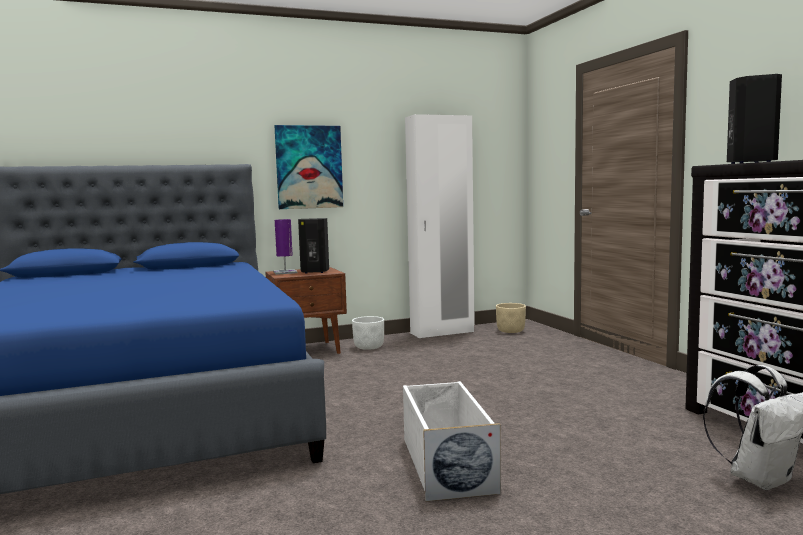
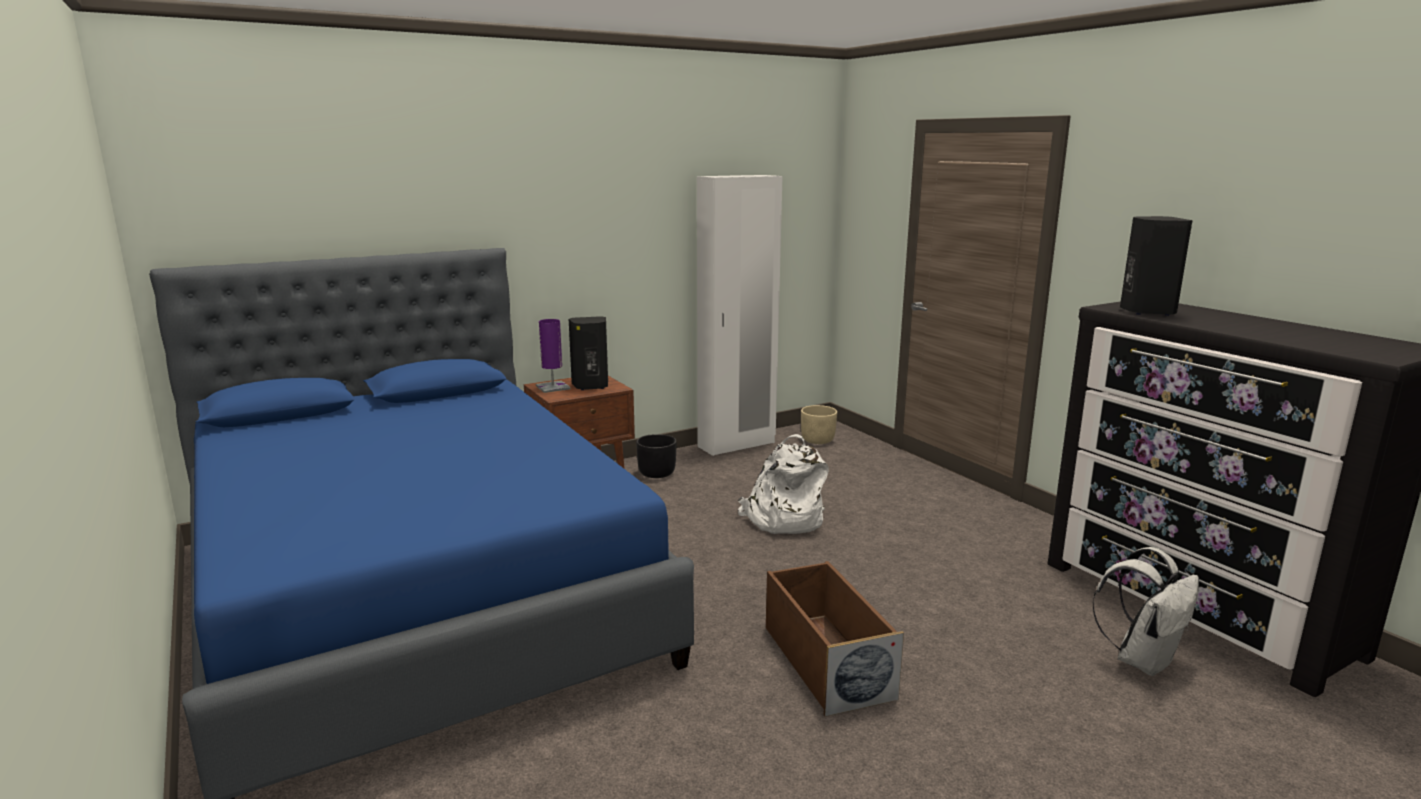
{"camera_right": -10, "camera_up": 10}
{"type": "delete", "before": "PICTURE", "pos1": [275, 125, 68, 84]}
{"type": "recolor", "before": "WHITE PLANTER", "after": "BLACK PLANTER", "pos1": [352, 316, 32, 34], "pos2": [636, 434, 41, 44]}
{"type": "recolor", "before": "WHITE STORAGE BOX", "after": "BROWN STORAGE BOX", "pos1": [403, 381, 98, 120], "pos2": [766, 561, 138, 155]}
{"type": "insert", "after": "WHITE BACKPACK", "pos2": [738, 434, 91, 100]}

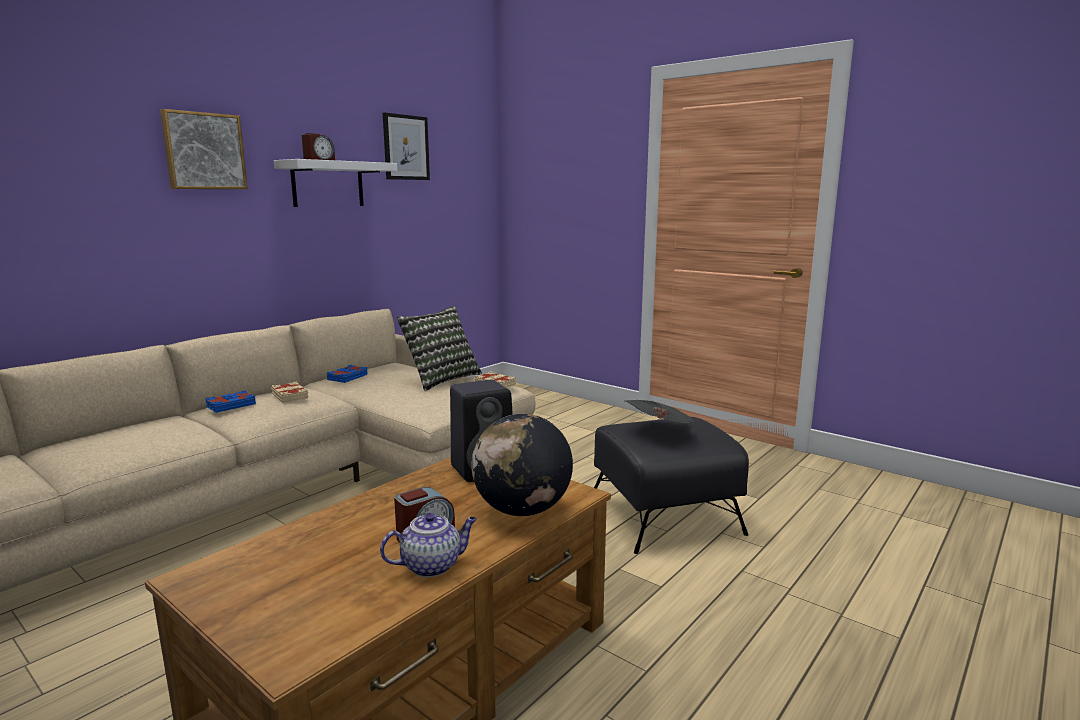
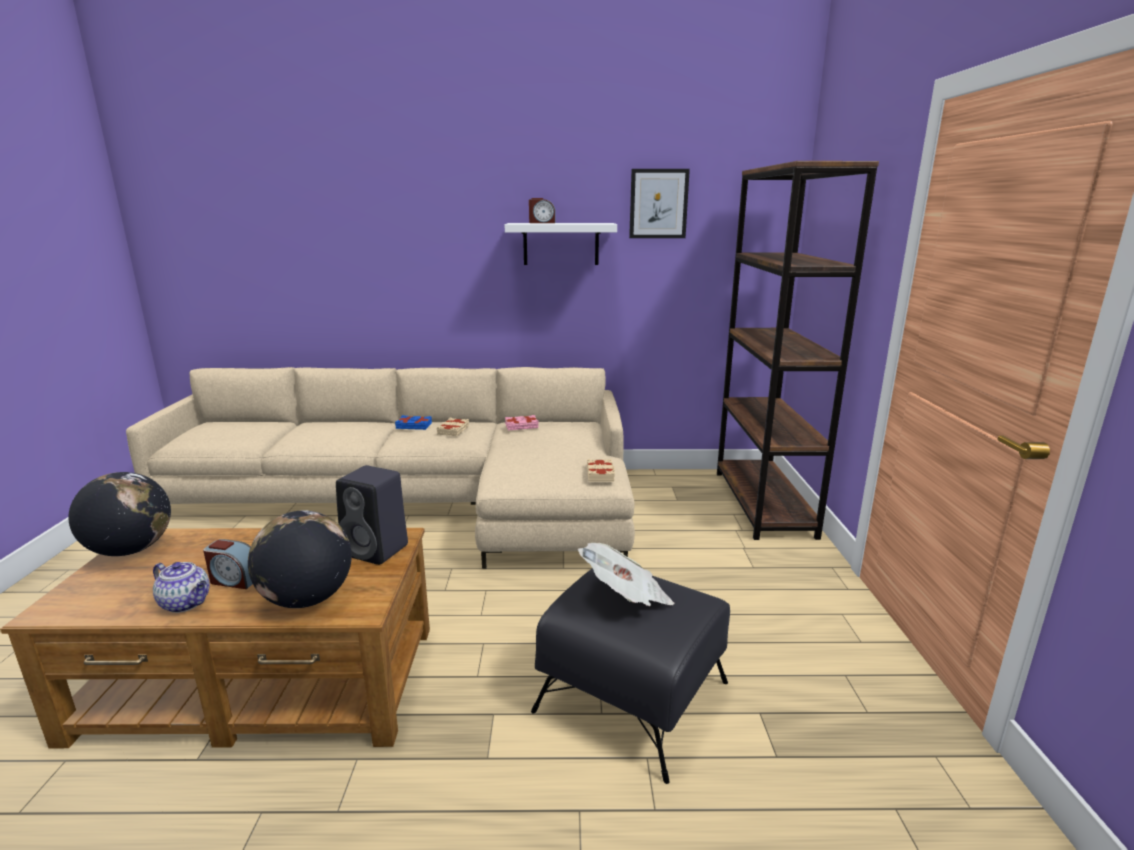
{"camera_right": 50, "camera_up": 5}
{"type": "delete", "before": "PICTURE", "pos1": [160, 109, 88, 80]}
{"type": "recolor", "before": "BLUE BOOK", "after": "PINK BOOK", "pos1": [327, 365, 41, 18], "pos2": [505, 415, 34, 15]}
{"type": "delete", "before": "PILLOW", "pos1": [397, 306, 85, 85]}
{"type": "insert", "after": "GLOBE", "pos2": [68, 472, 103, 84]}
{"type": "insert", "after": "BROWN BOOKCASE", "pos2": [717, 161, 162, 379]}

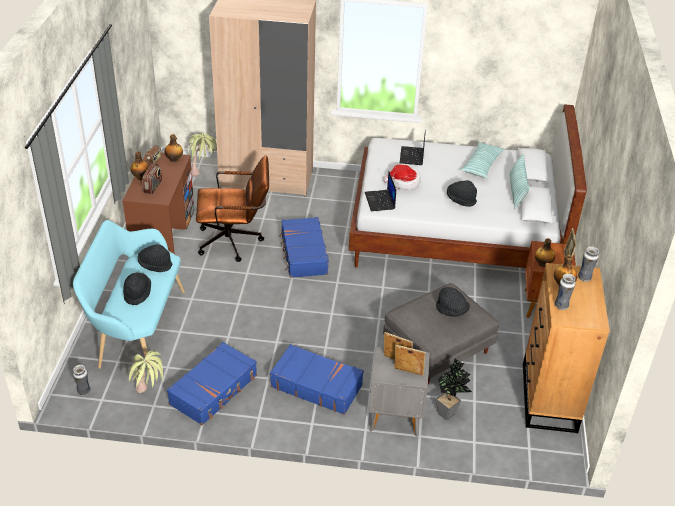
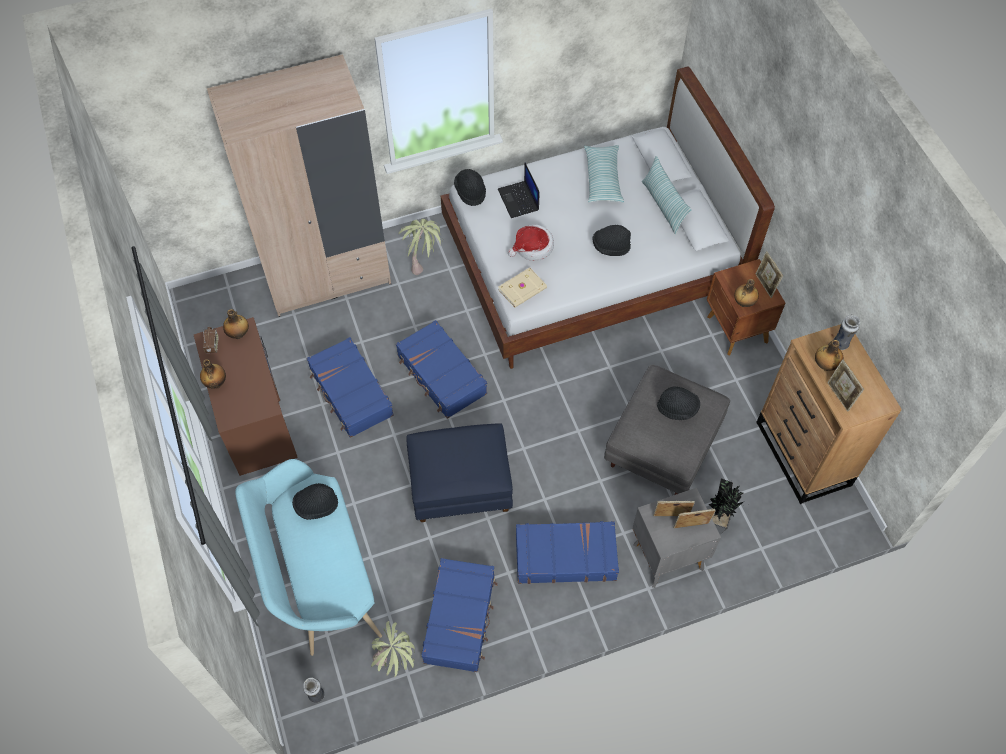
{"camera_right": -25, "camera_up": 20}
{"type": "move", "before": "BLACK HAT", "pos1": [123, 272, 28, 33], "pos2": [454, 169, 32, 37]}
{"type": "delete", "before": "RADIO", "pos1": [142, 163, 20, 31]}
{"type": "move", "before": "POTTED PLANT", "pos1": [188, 133, 29, 44], "pos2": [398, 219, 45, 56]}
{"type": "replace", "before": "BROWN OFFICE CHAIR", "after": "BLUE SUITCASE", "pos1": [196, 155, 73, 107], "pos2": [306, 337, 88, 101]}
{"type": "replace", "before": "LAPTOP", "after": "BEIGE BOOK", "pos1": [365, 172, 31, 39], "pos2": [498, 267, 49, 41]}
{"type": "replace", "before": "VASE", "after": "PICTURE FRAME", "pos1": [555, 274, 21, 36], "pos2": [827, 360, 37, 52]}
{"type": "insert", "after": "BLUE OTTOMAN", "pos2": [406, 423, 107, 99]}

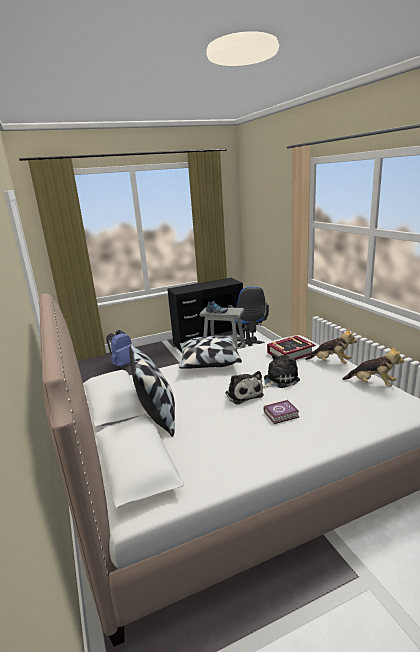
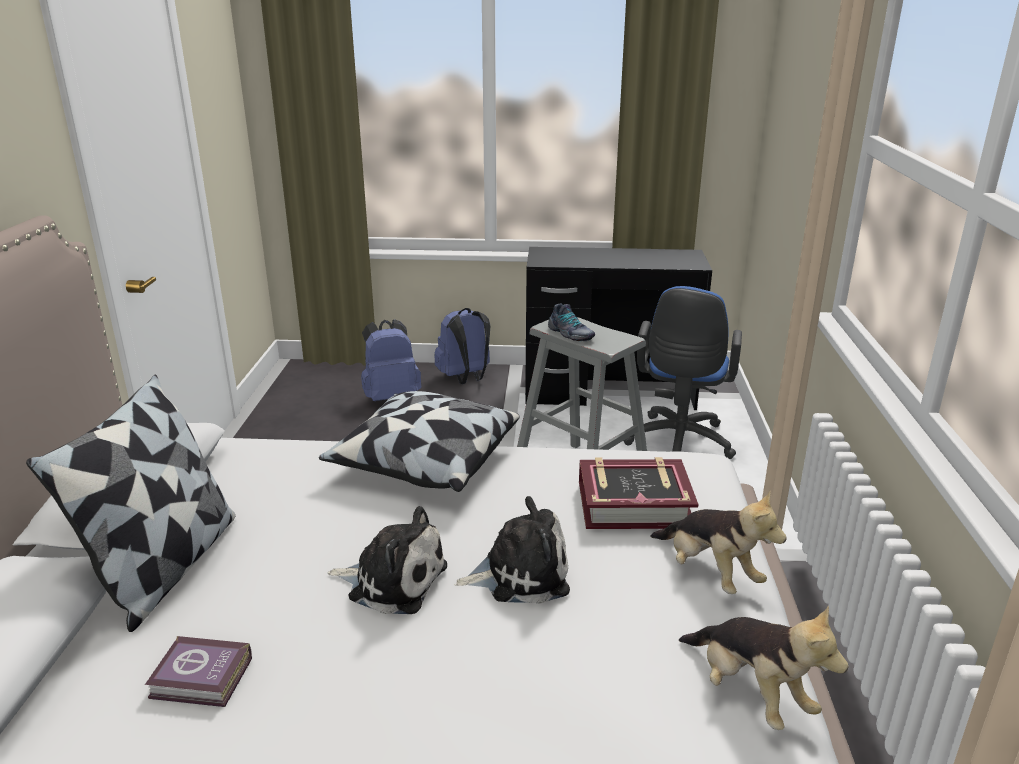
{"camera_right": 25, "camera_up": 5}
{"type": "rotate", "before": "PLUSH TOY", "pos1": [225, 371, 39, 34], "pos2": [327, 506, 120, 108], "turn": -75}
{"type": "move", "before": "BOOK", "pos1": [264, 400, 36, 24], "pos2": [145, 636, 107, 71]}
{"type": "insert", "after": "BLUE BACKPACK", "pos2": [435, 308, 55, 76]}

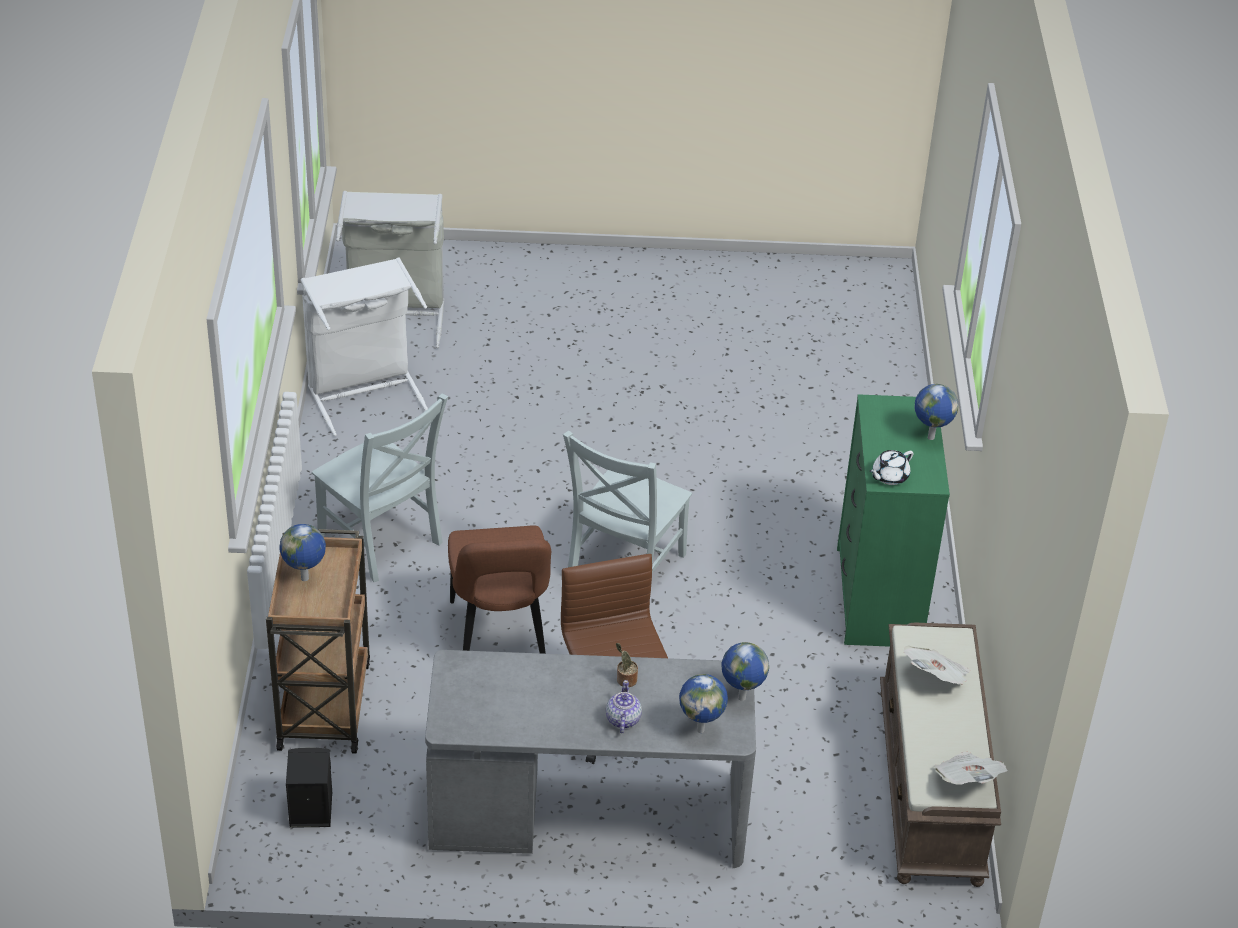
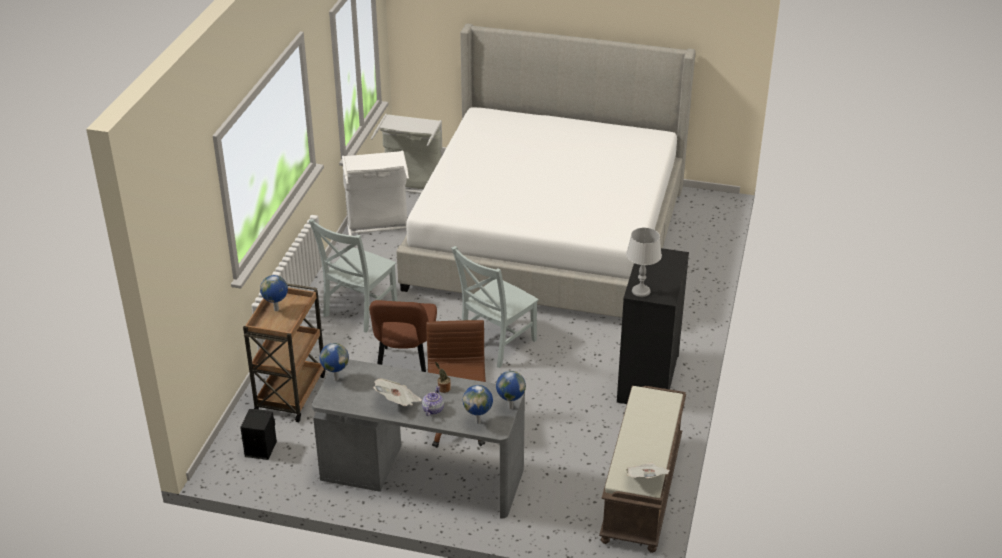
{"camera_right": 15, "camera_up": -5}
{"type": "rotate", "before": "GREY CHAIR", "pos1": [312, 393, 136, 189], "pos2": [309, 219, 88, 114], "turn": 60}
{"type": "recolor", "before": "GREEN DRESSER", "after": "BLACK DRESSER", "pos1": [837, 394, 113, 253], "pos2": [617, 248, 72, 156]}
{"type": "replace", "before": "WHITE TEAPOT", "after": "GREY TABLE LAMP", "pos1": [869, 450, 44, 35], "pos2": [626, 228, 36, 69]}
{"type": "move", "before": "NEWSPAPER", "pos1": [904, 646, 66, 39], "pos2": [373, 378, 49, 28]}
{"type": "move", "before": "GLOBE", "pos1": [914, 384, 44, 56], "pos2": [319, 343, 30, 38]}
{"type": "insert", "after": "BED", "pos2": [396, 24, 300, 294]}

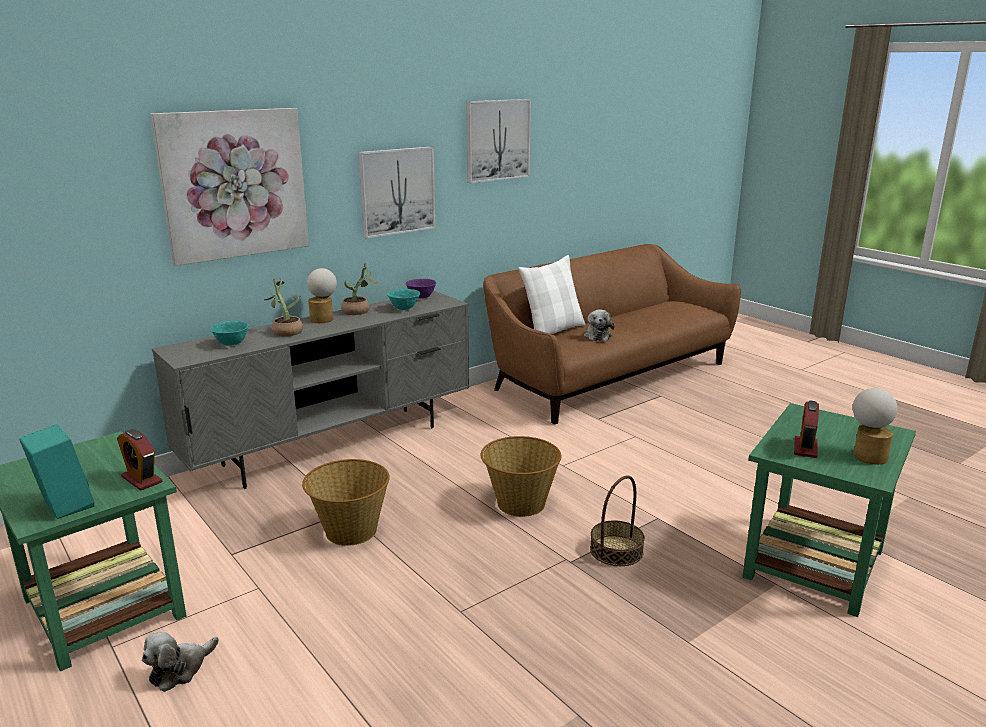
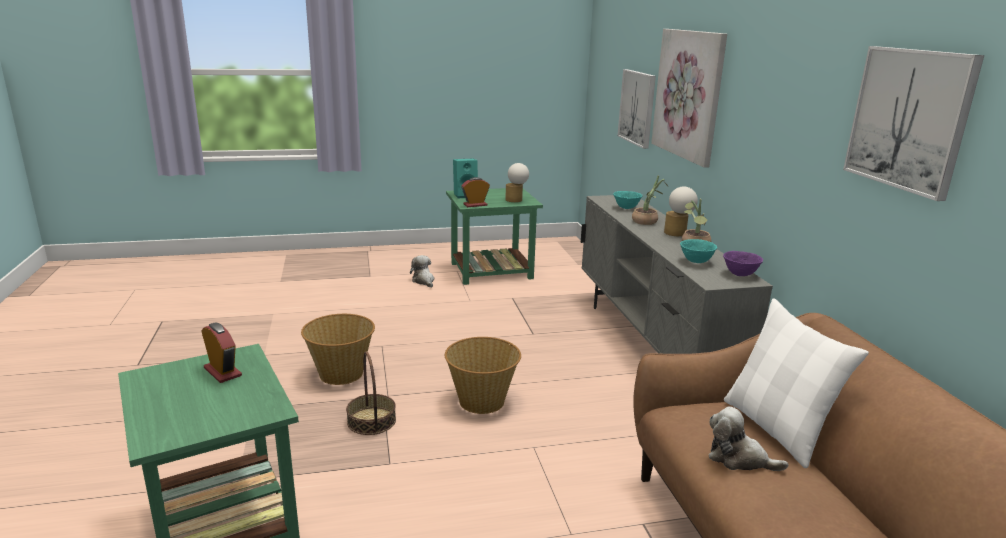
{"camera_right": 115, "camera_up": 0}
{"type": "move", "before": "BASKET", "pos1": [302, 459, 88, 87], "pos2": [301, 314, 74, 71]}
{"type": "move", "before": "PICTURE", "pos1": [358, 147, 78, 92], "pos2": [618, 69, 38, 80]}
{"type": "move", "before": "TABLE LAMP", "pos1": [853, 388, 45, 77], "pos2": [505, 163, 24, 39]}

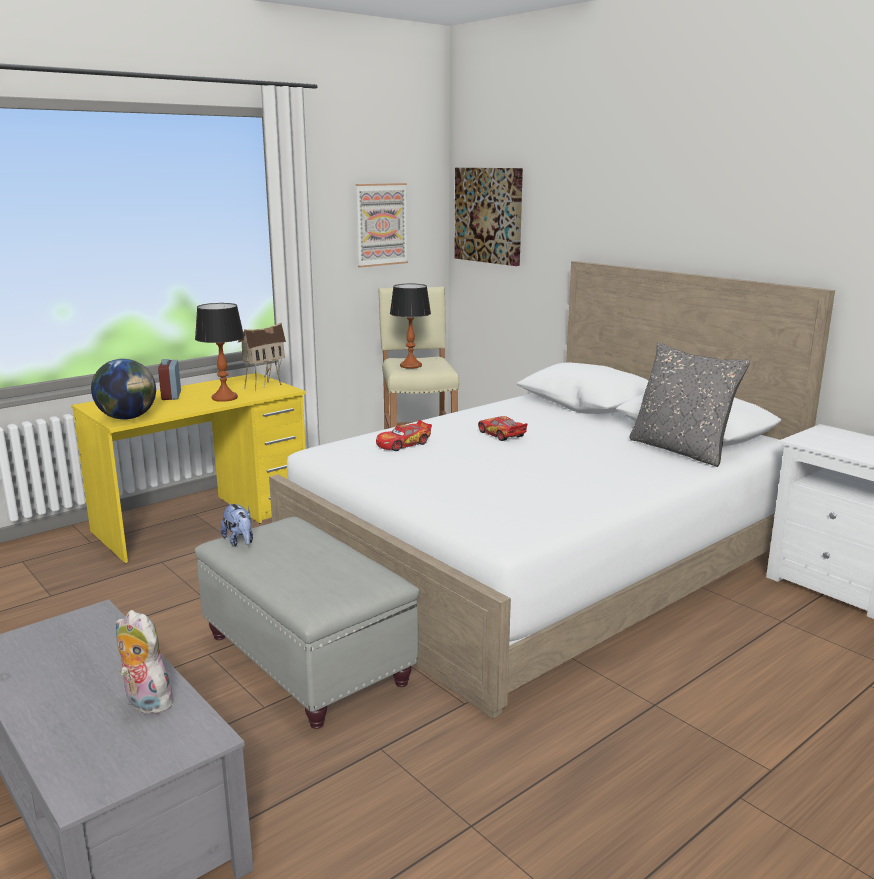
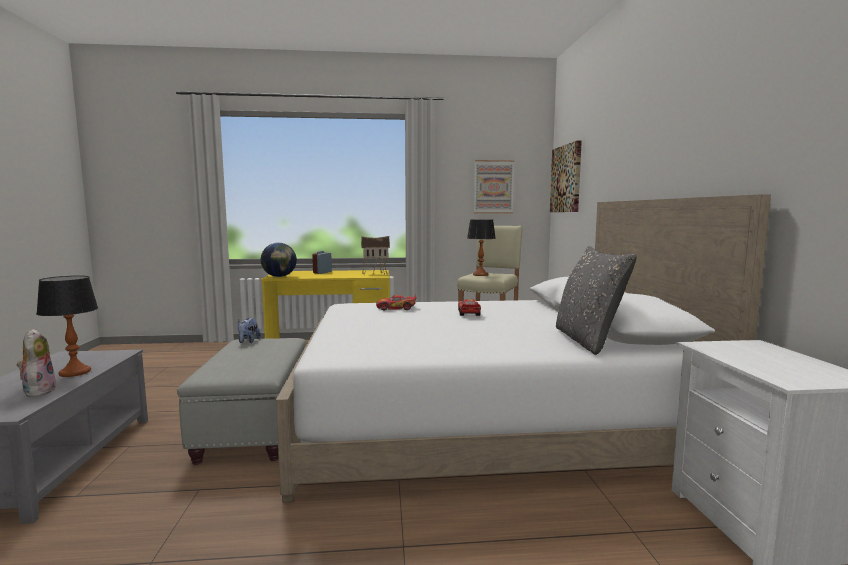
{"camera_right": 35, "camera_up": -10}
{"type": "move", "before": "TABLE LAMP", "pos1": [195, 303, 49, 99], "pos2": [36, 276, 62, 101]}

